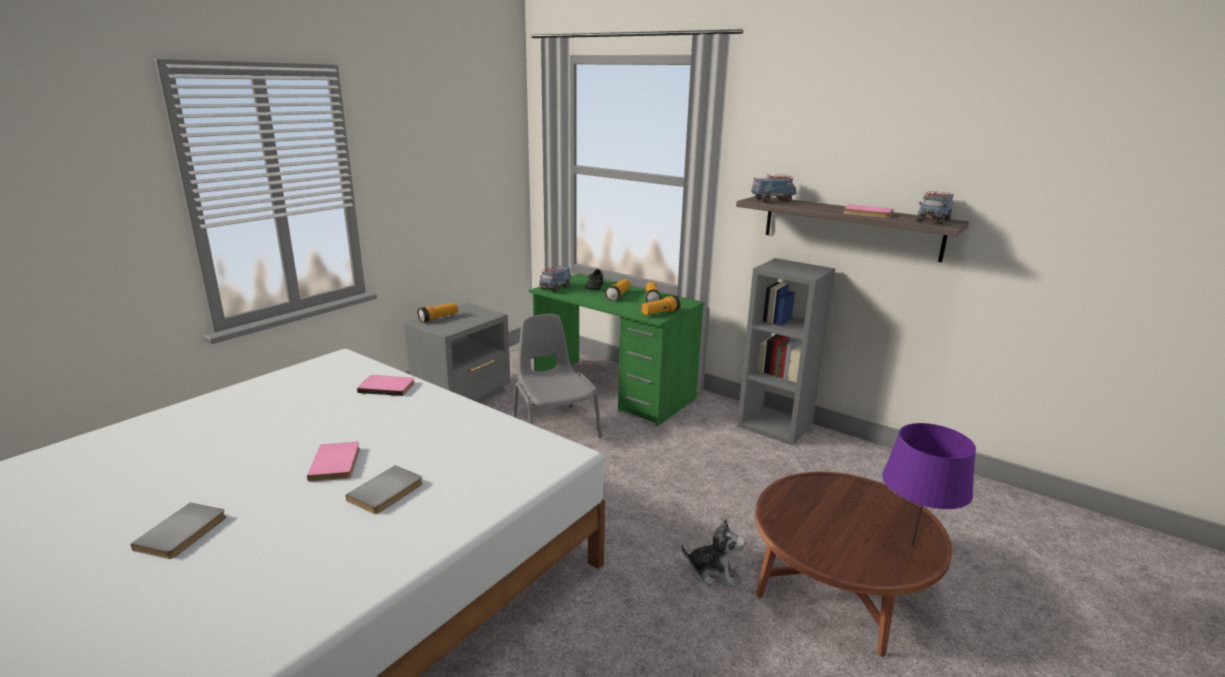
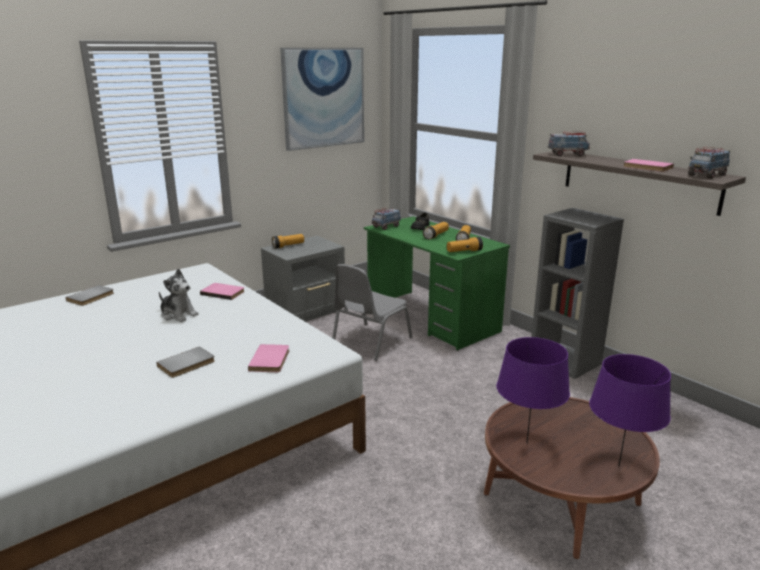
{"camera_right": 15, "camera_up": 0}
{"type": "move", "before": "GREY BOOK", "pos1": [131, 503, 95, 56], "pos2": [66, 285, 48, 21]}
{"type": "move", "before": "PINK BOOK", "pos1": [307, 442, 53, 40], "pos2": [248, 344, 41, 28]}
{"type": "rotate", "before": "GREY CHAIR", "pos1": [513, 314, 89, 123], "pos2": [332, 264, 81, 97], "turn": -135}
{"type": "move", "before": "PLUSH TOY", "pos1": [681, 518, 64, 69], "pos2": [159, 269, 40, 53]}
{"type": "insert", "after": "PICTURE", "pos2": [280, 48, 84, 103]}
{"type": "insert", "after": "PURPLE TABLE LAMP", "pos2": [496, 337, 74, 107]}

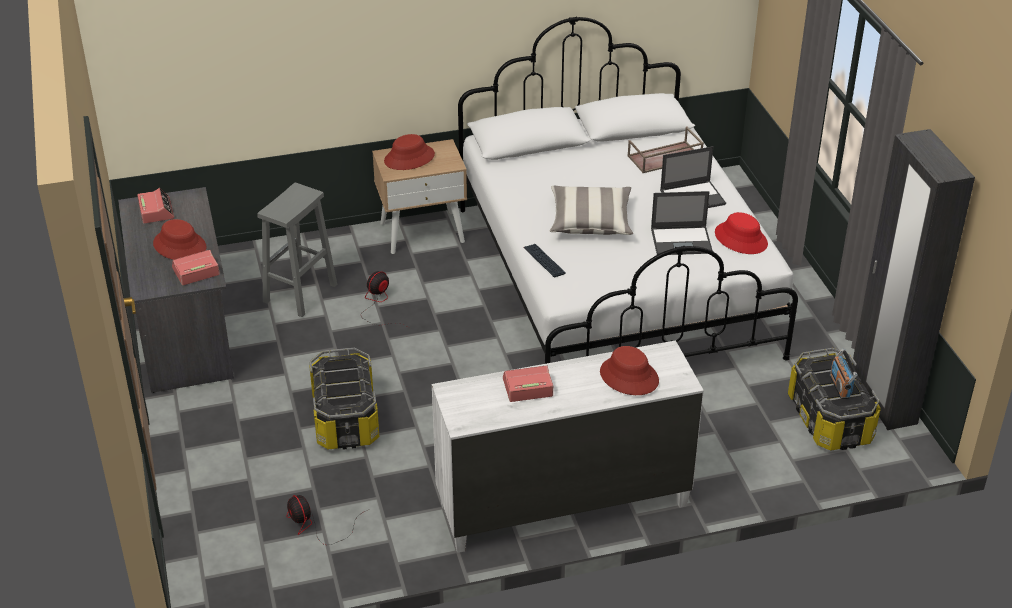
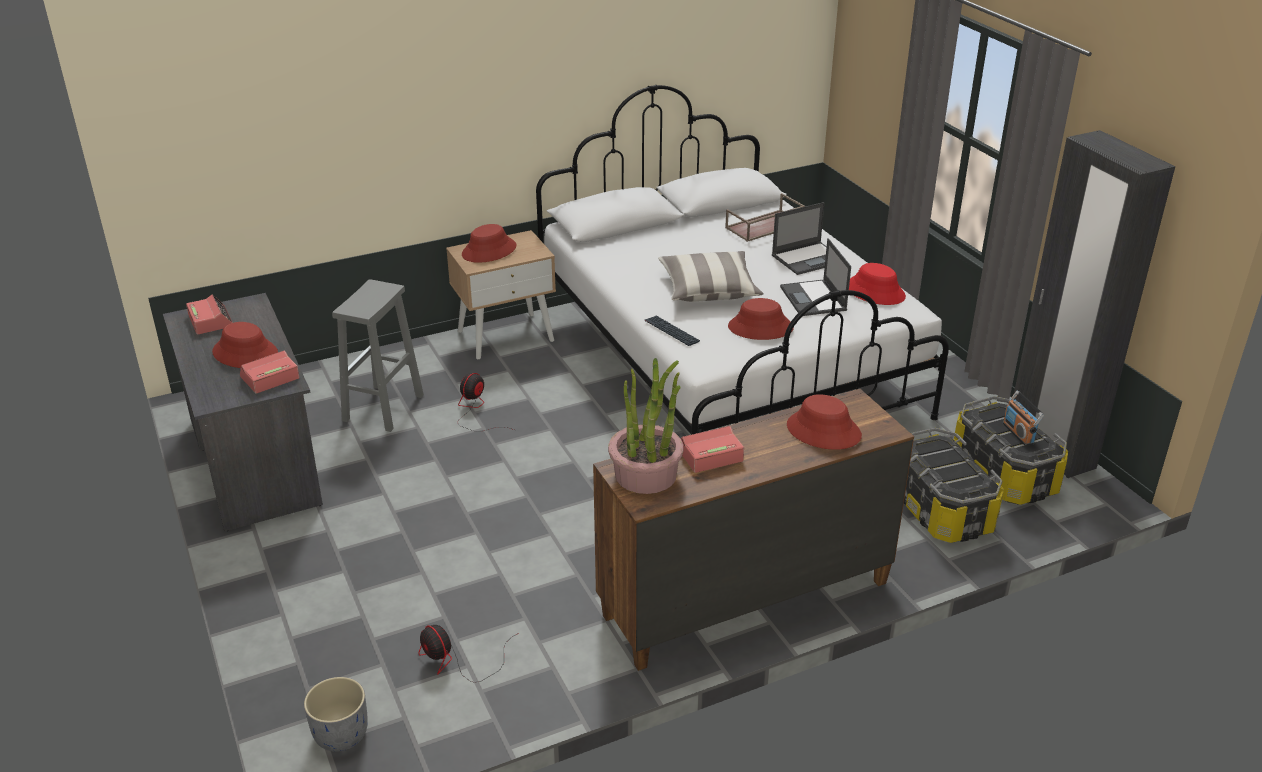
{"camera_right": -10, "camera_up": -5}
{"type": "move", "before": "STORAGE BOX", "pos1": [309, 348, 70, 102], "pos2": [904, 428, 100, 115]}
{"type": "recolor", "before": "WHITE DRESSER", "after": "BROWN DRESSER", "pos1": [432, 340, 272, 213], "pos2": [593, 389, 321, 282]}
{"type": "rotate", "before": "LAPTOP", "pos1": [651, 191, 62, 64], "pos2": [780, 238, 71, 78], "turn": 90}
{"type": "insert", "after": "GREY PLANTER", "pos2": [304, 677, 64, 75]}
{"type": "insert", "after": "POTTED PLANT", "pos2": [608, 358, 76, 136]}
{"type": "insert", "after": "RED HAT", "pos2": [728, 298, 66, 42]}

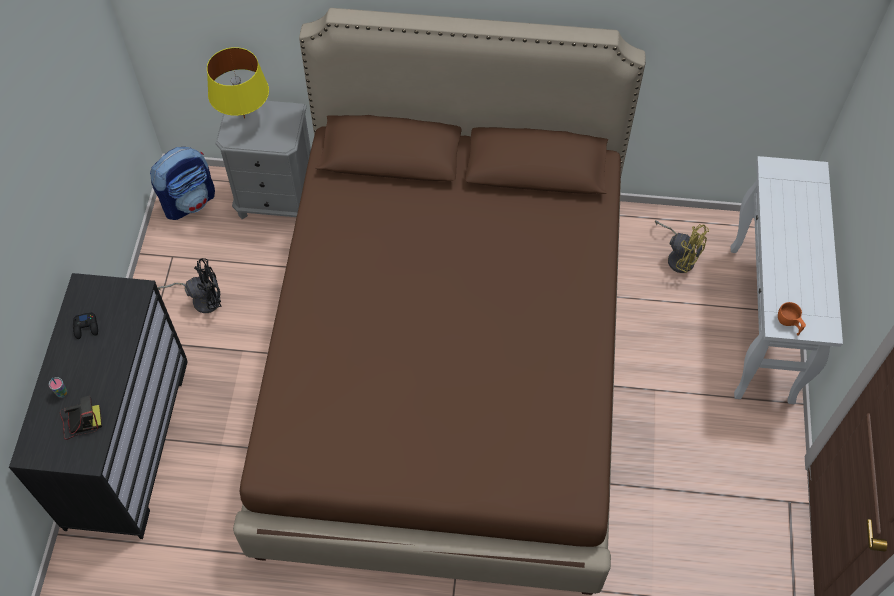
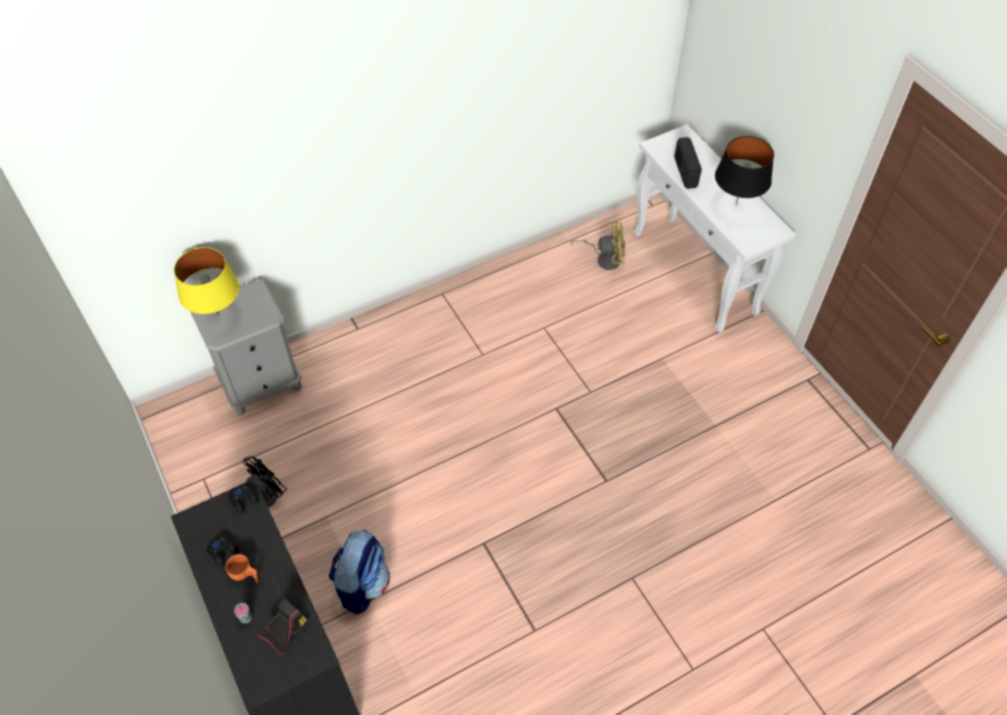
{"camera_right": -35, "camera_up": -5}
{"type": "move", "before": "BACKPACK", "pos1": [150, 147, 65, 73], "pos2": [329, 529, 61, 85]}
{"type": "delete", "before": "BROWN BED", "pos1": [233, 8, 413, 587]}
{"type": "move", "before": "ORANGE CUP", "pos1": [778, 302, 28, 34], "pos2": [226, 554, 32, 29]}
{"type": "insert", "after": "BLACK GAME CONTROLLER", "pos2": [228, 484, 31, 29]}
{"type": "insert", "after": "RADIO", "pos2": [674, 137, 28, 52]}
{"type": "insert", "after": "BLACK TABLE LAMP", "pos2": [715, 136, 59, 69]}

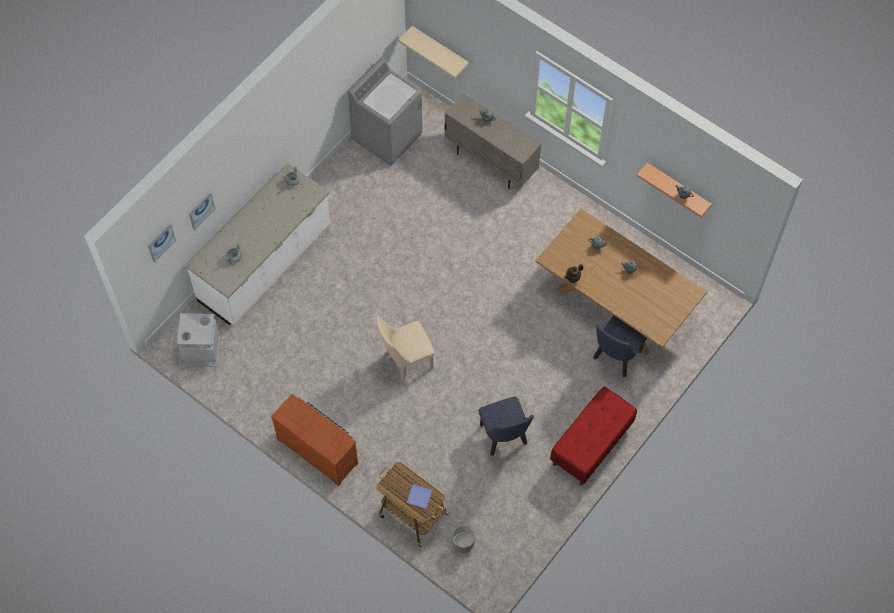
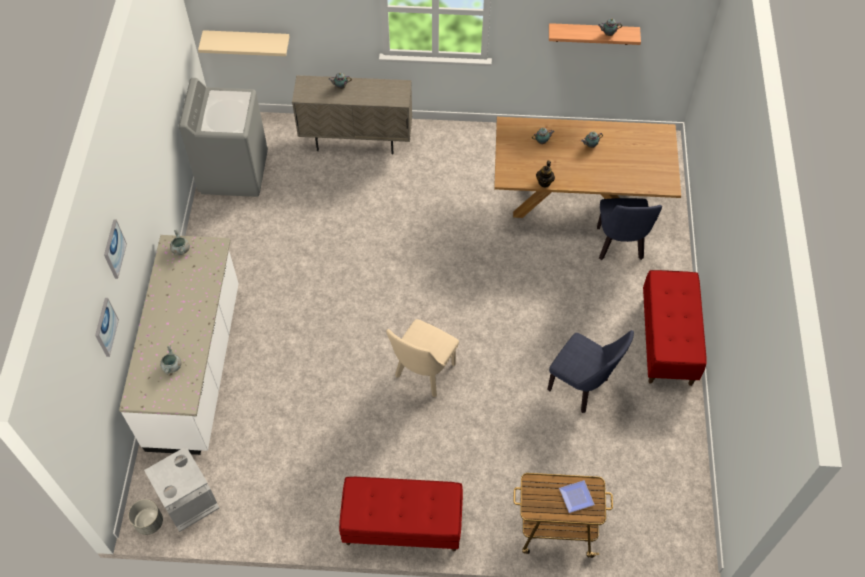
{"camera_right": -35, "camera_up": -5}
{"type": "move", "before": "PICTURE", "pos1": [148, 225, 28, 37], "pos2": [104, 219, 23, 60]}
{"type": "replace", "before": "BROWN DRESSER", "after": "RED BENCH", "pos1": [271, 394, 87, 92], "pos2": [339, 477, 124, 74]}
{"type": "move", "before": "GREY PLANTER", "pos1": [452, 526, 23, 27], "pos2": [128, 499, 35, 36]}

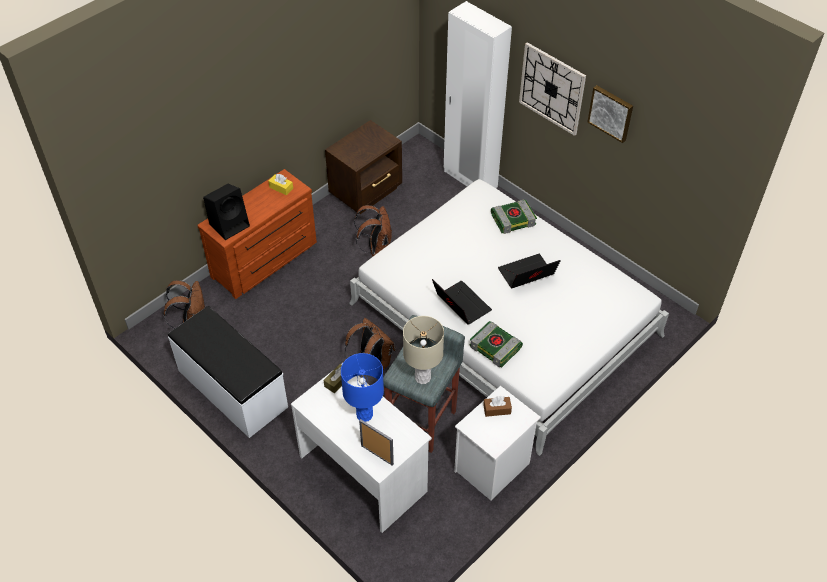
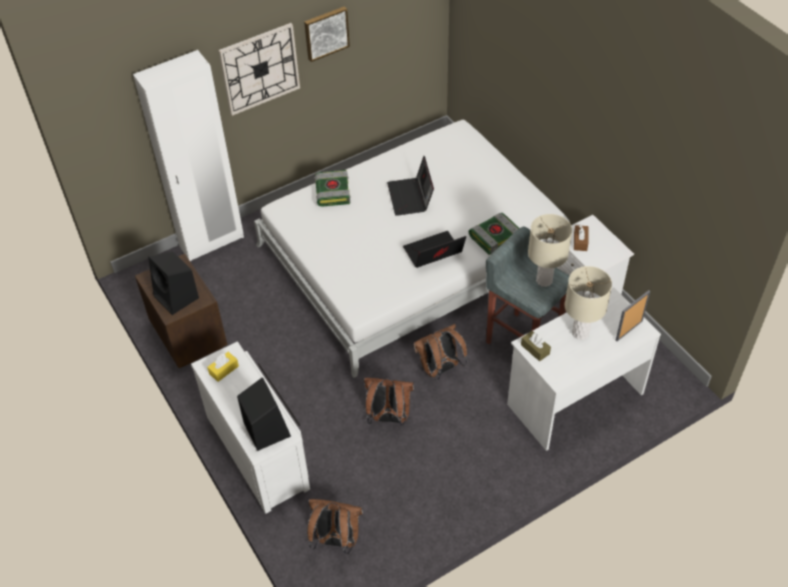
{"camera_right": -75, "camera_up": 0}
{"type": "delete", "before": "WHITE BENCH", "pos1": [168, 306, 120, 132]}
{"type": "recolor", "before": "BROWN DRESSER", "after": "WHITE DRESSER", "pos1": [197, 169, 120, 130], "pos2": [191, 342, 119, 172]}
{"type": "recolor", "before": "BLUE TABLE LAMP", "after": "BEIGE TABLE LAMP", "pos1": [341, 353, 43, 69], "pos2": [565, 266, 47, 74]}
{"type": "move", "before": "BROWN BACKPACK", "pos1": [354, 205, 38, 52], "pos2": [364, 378, 50, 48]}
{"type": "insert", "after": "BLACK SPEAKER", "pos2": [148, 252, 51, 63]}

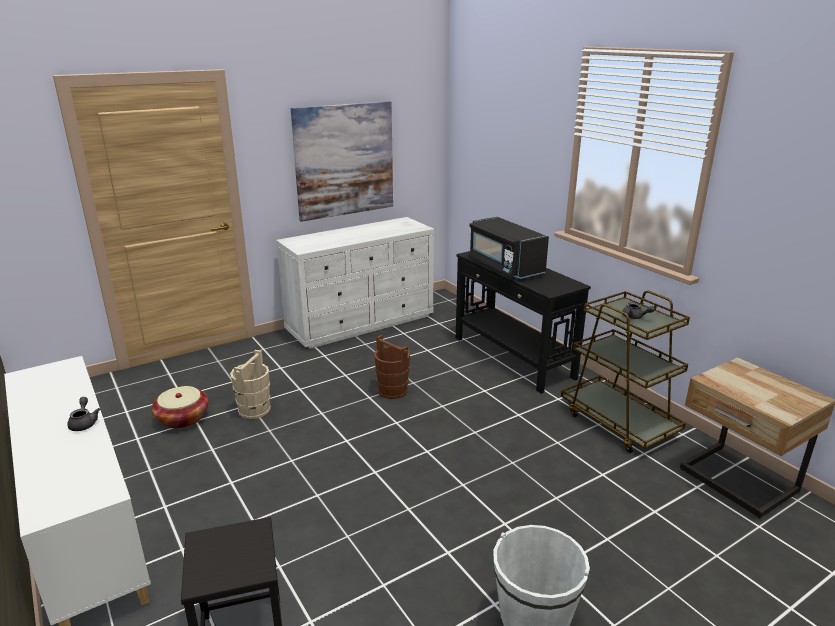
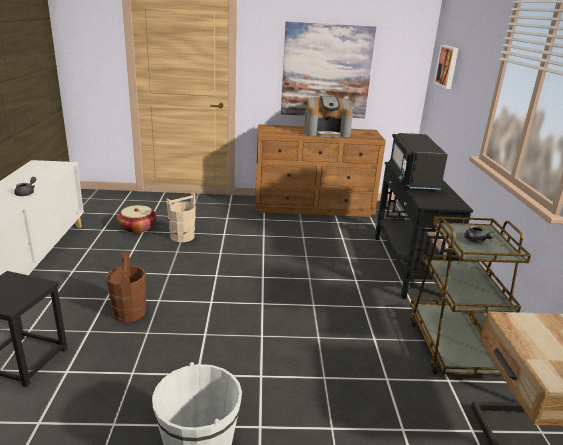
{"camera_right": 30, "camera_up": 0}
{"type": "recolor", "before": "WHITE DRESSER", "after": "BROWN DRESSER", "pos1": [276, 217, 158, 132], "pos2": [255, 124, 131, 93]}
{"type": "move", "before": "BROWN BUCKET", "pos1": [374, 335, 36, 64], "pos2": [106, 252, 40, 70]}
{"type": "insert", "after": "COFFEE MACHINE", "pos2": [304, 96, 49, 41]}
{"type": "insert", "after": "PICTURE", "pos2": [434, 45, 25, 44]}

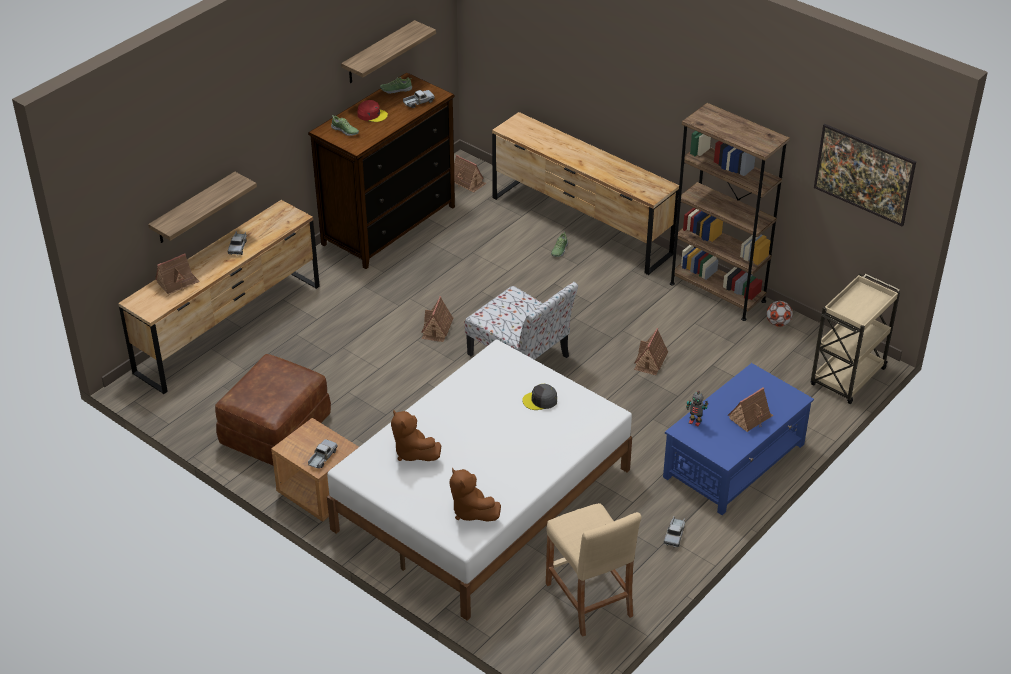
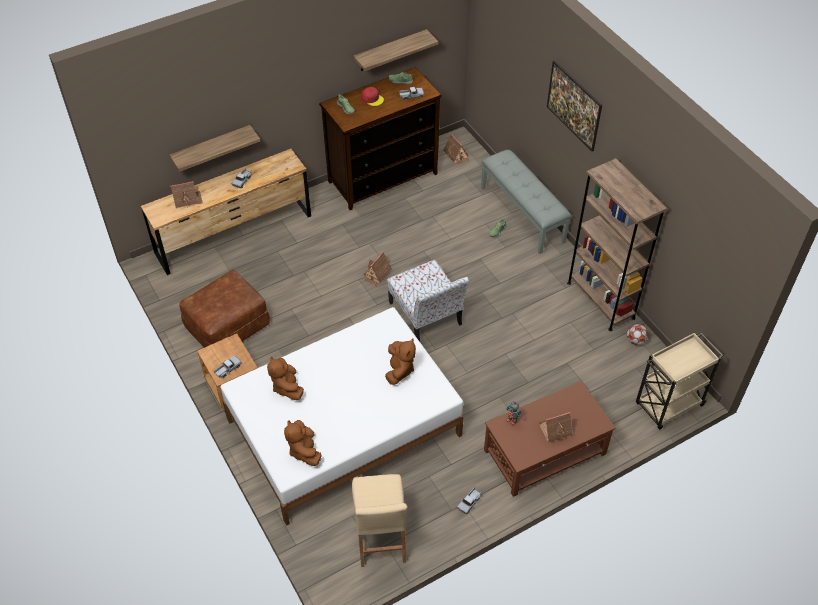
{"camera_right": 20, "camera_up": 10}
{"type": "replace", "before": "BROWN DRESSER", "after": "GREY BENCH", "pos1": [492, 112, 187, 163], "pos2": [481, 150, 91, 104]}
{"type": "replace", "before": "GREY CAP", "after": "BROWN PLUSH TOY", "pos1": [522, 384, 35, 26], "pos2": [385, 338, 31, 47]}
{"type": "delete", "before": "TOY HOUSE", "pos1": [634, 328, 34, 47]}
{"type": "recolor", "before": "BLUE COFFEE TABLE", "after": "BROWN COFFEE TABLE", "pos1": [663, 363, 151, 152], "pos2": [484, 381, 132, 116]}
{"type": "move", "before": "PICTURE", "pos1": [814, 124, 102, 102], "pos2": [547, 60, 55, 91]}

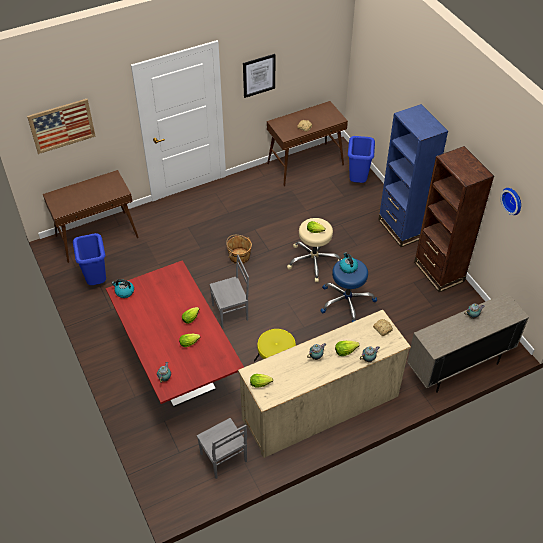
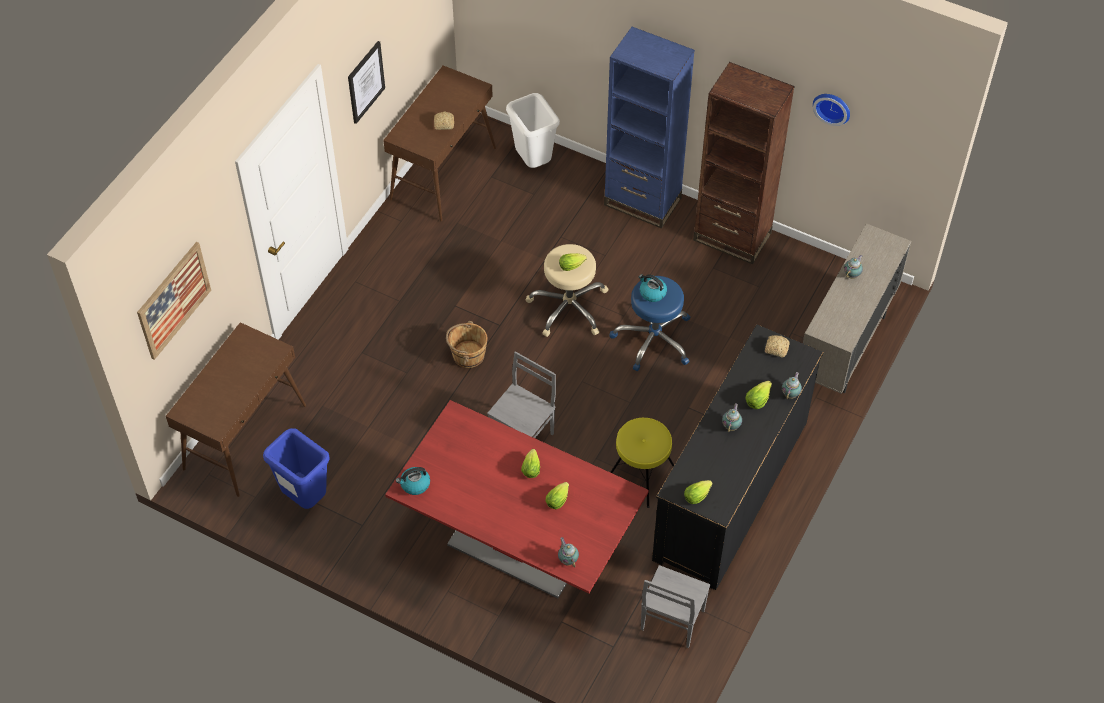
{"camera_right": -35, "camera_up": 5}
{"type": "rotate", "before": "GREY CHAIR", "pos1": [197, 418, 50, 61], "pos2": [641, 565, 69, 83], "turn": 90}
{"type": "recolor", "before": "BEIGE DRESSER", "after": "BLACK DRESSER", "pos1": [238, 310, 173, 148], "pos2": [652, 324, 171, 266]}
{"type": "recolor", "before": "BLUE TRASH CAN", "after": "WHITE TRASH CAN", "pos1": [348, 136, 27, 47], "pos2": [506, 93, 54, 75]}

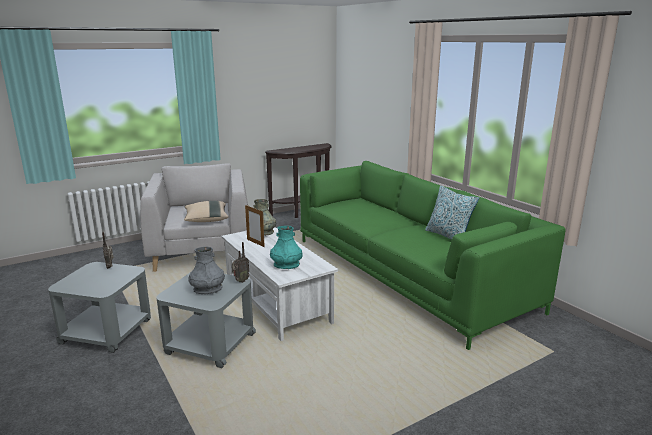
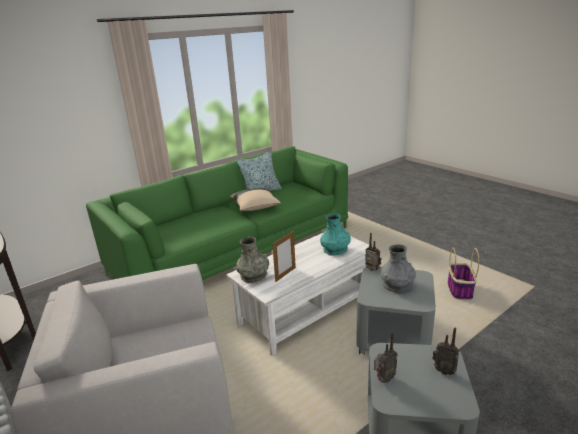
{"camera_right": -95, "camera_up": 5}
{"type": "move", "before": "BEIGE PILLOW", "pos1": [184, 201, 45, 21], "pos2": [230, 188, 51, 23]}
{"type": "insert", "after": "RADIO", "pos2": [432, 328, 27, 47]}
{"type": "insert", "after": "BASKET", "pos2": [448, 247, 31, 53]}

